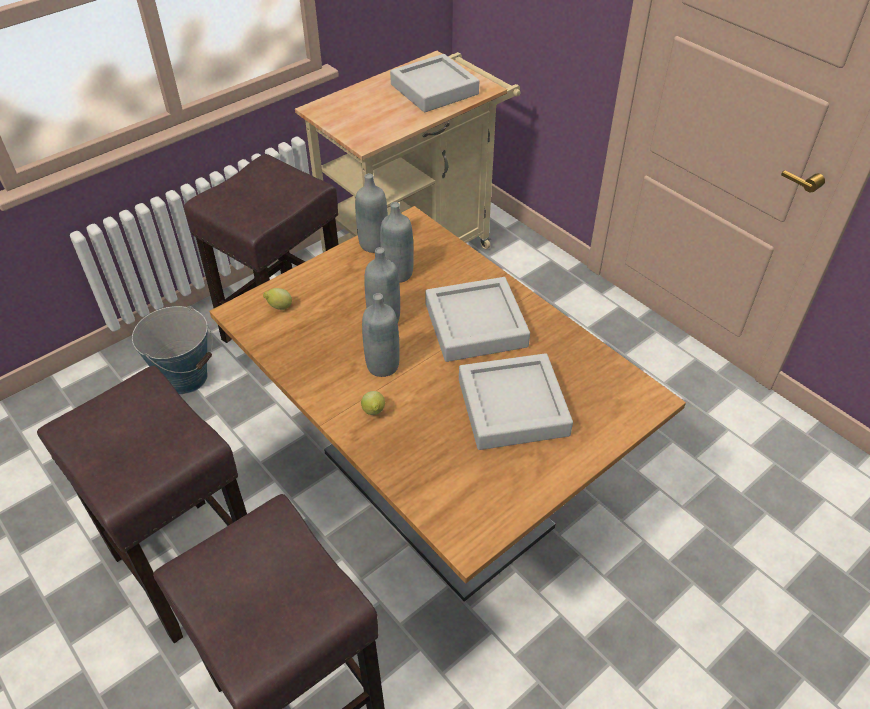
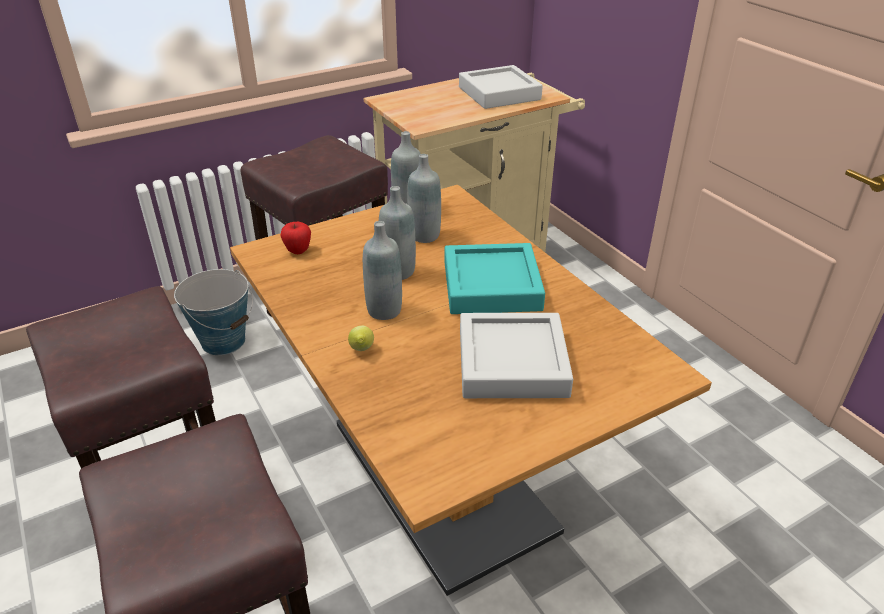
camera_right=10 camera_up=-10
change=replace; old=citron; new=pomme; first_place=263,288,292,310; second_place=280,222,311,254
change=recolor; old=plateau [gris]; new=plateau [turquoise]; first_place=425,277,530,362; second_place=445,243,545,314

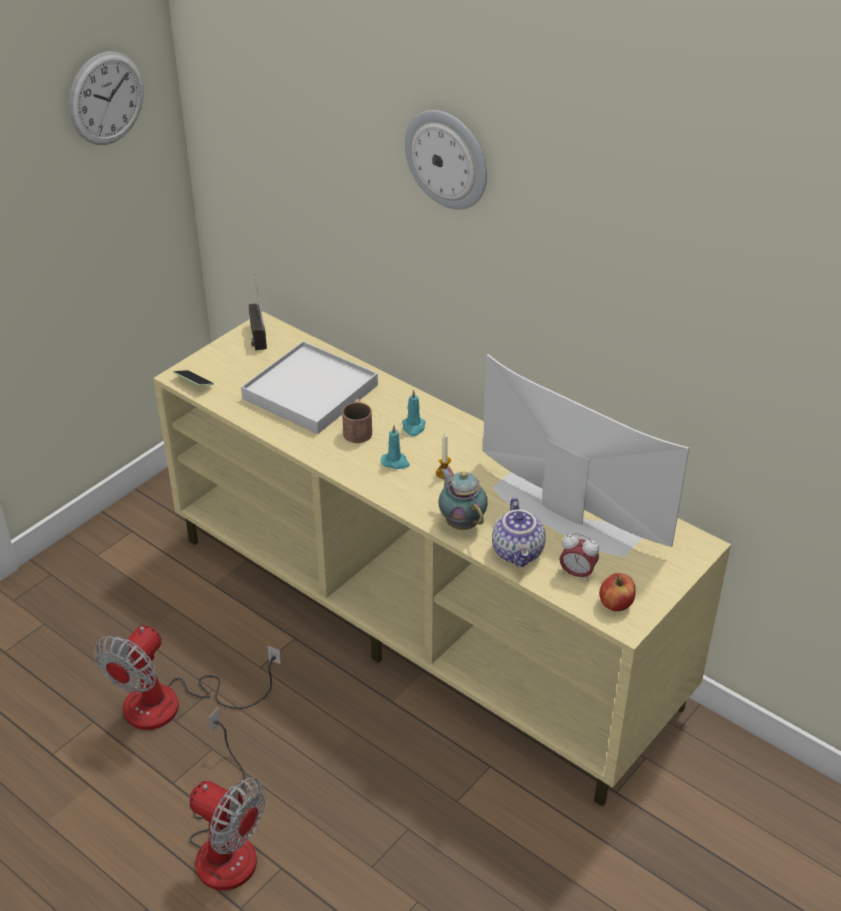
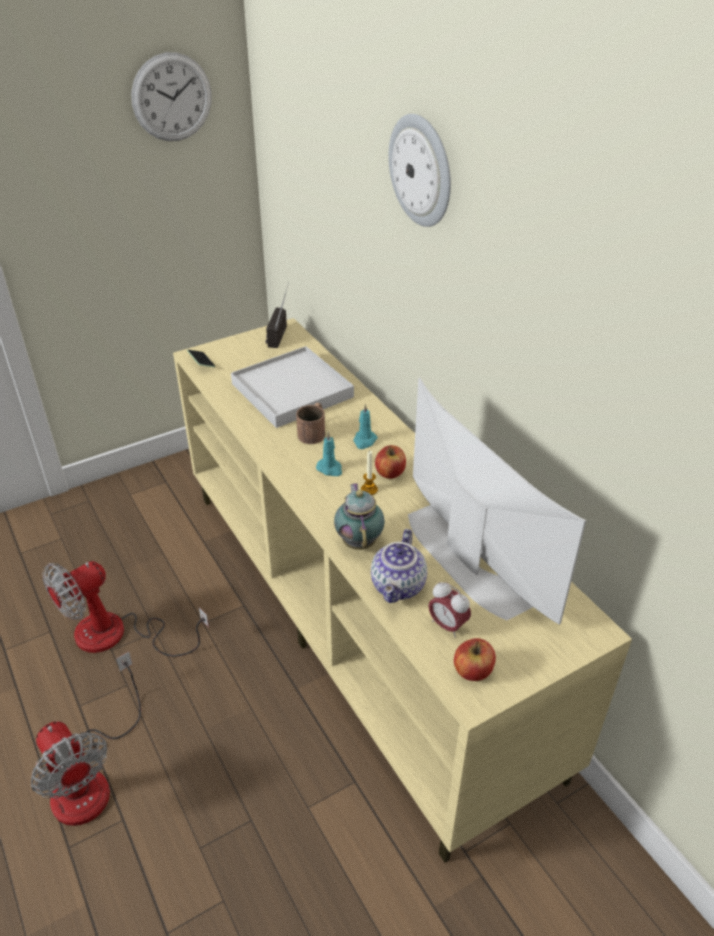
camera_right=20 camera_up=0
change=insert; new=pomme; second_place=375,445,406,479

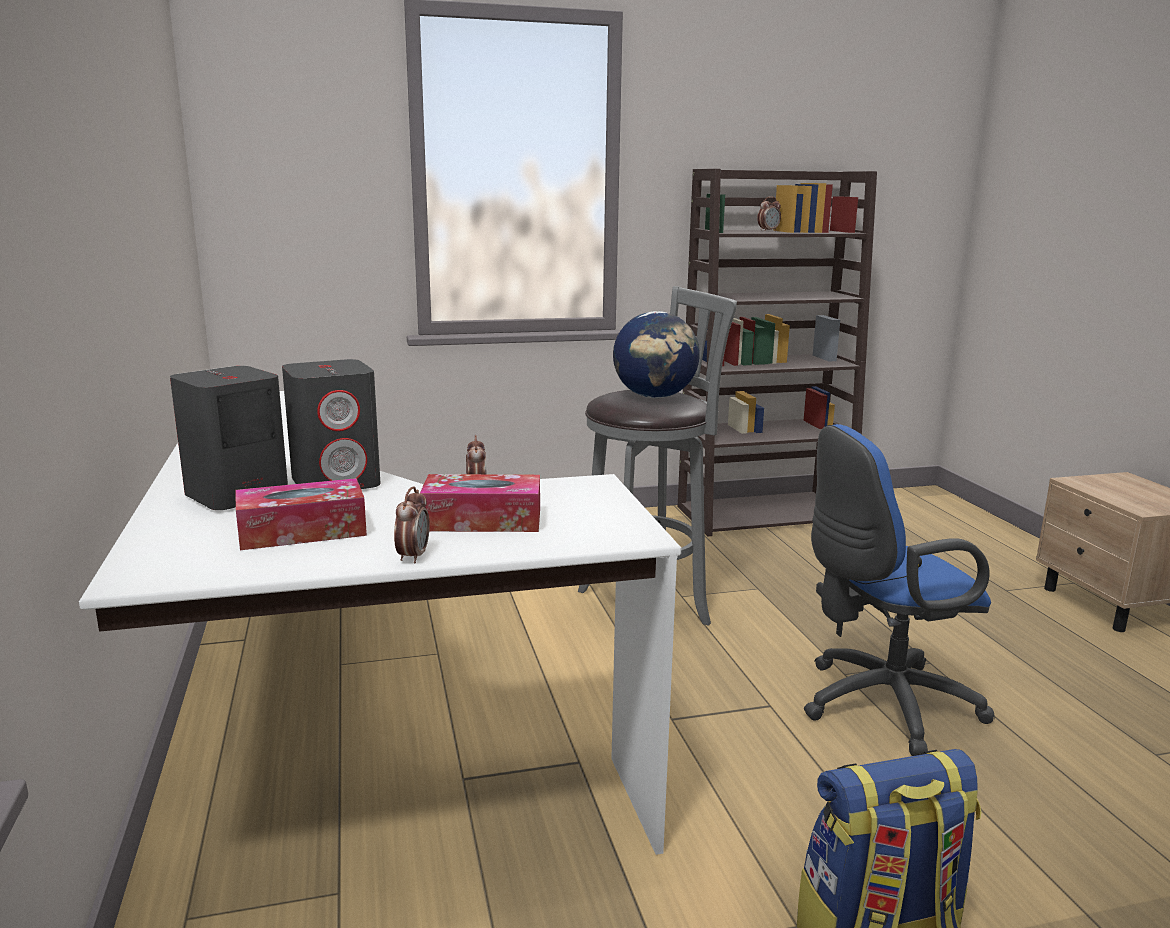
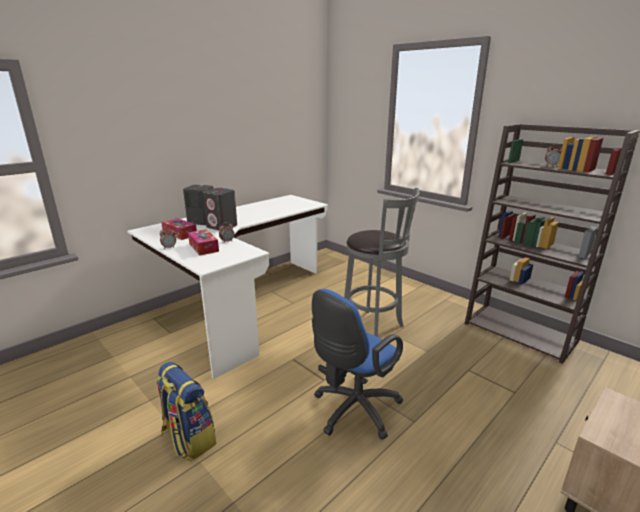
camera_right=60 camera_up=5
change=delete; old=globe; first_place=613,311,700,398
change=rotate; old=chaise de bureau [bleu]; first_place=804,424,995,756; second_place=312,289,403,440; degrees=-90

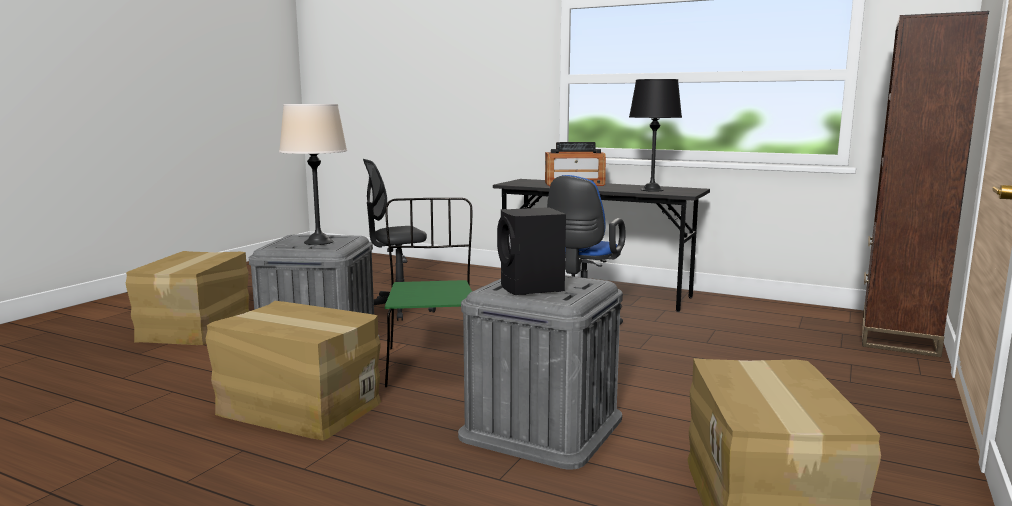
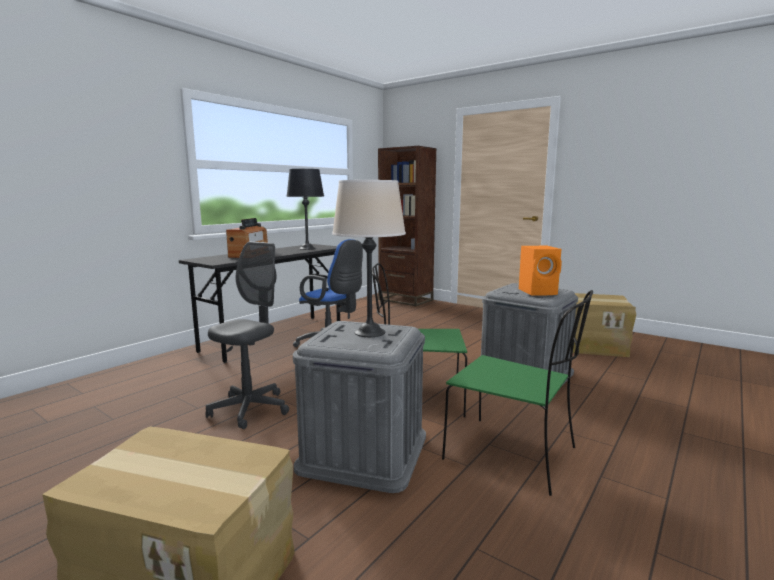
camera_right=-80 camera_up=0
change=replace; old=carton; new=chaise [vert]; first_place=206,301,381,441; second_place=442,290,593,496
change=recolor; old=enceinte [noir]; new=enceinte [orange]; first_place=497,207,566,295; second_place=519,246,562,296
change=rotate; old=chaise de bureau [gris]; first_place=363,159,436,321; second_place=205,242,289,429; degrees=-135

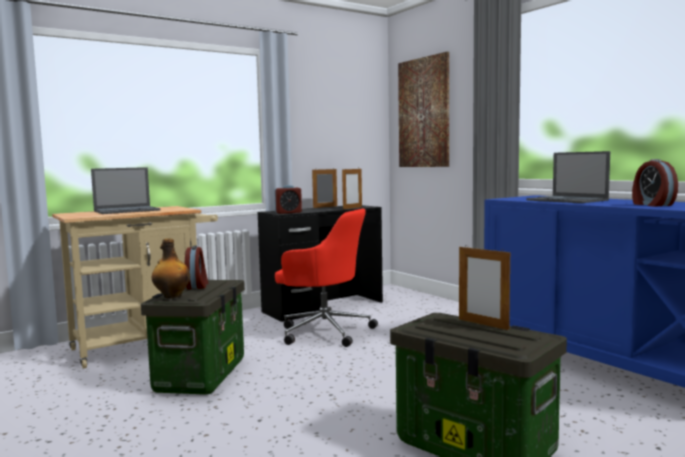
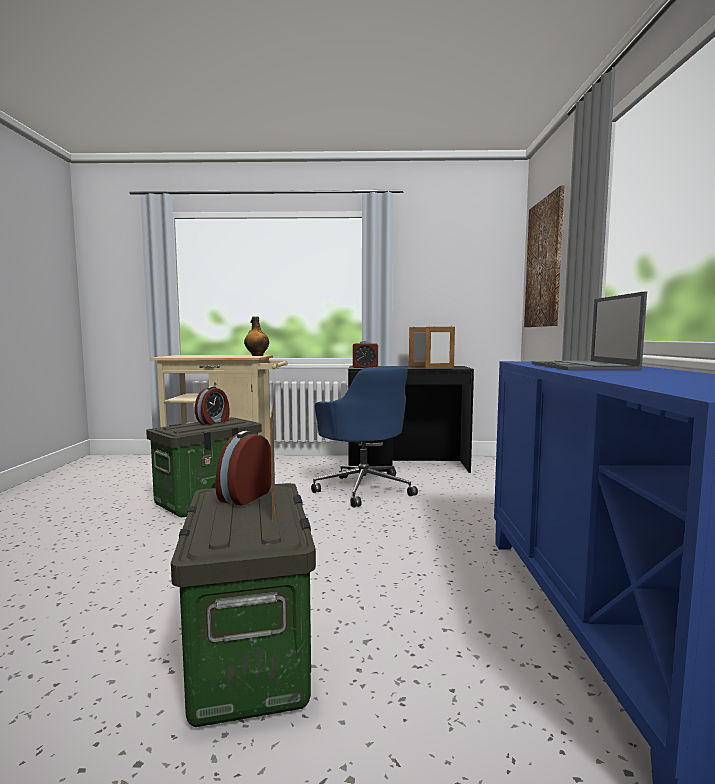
camera_right=35 camera_up=0
change=delete; old=ordinateur portable; first_place=91,167,160,214
change=move; old=bouteille; first_place=152,239,190,298; second_place=244,316,269,356
change=move; old=réveil; first_place=632,159,678,206; second_place=215,431,272,506
change=recolor; old=chaise de bureau [rouge]; new=chaise de bureau [bleu]; first_place=275,209,378,347; second_place=311,366,418,508

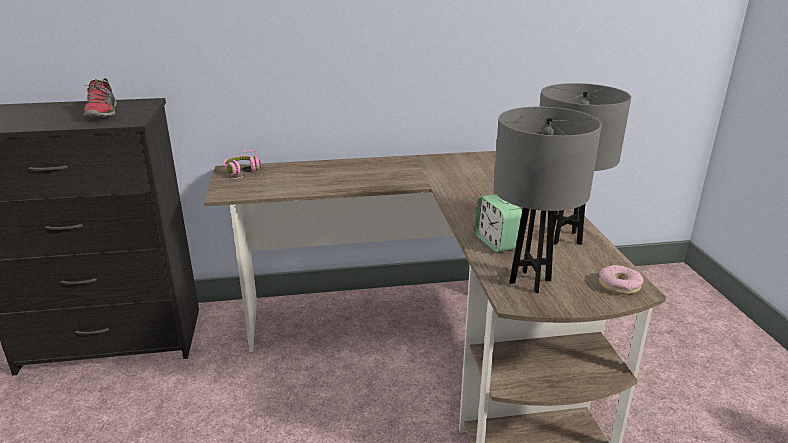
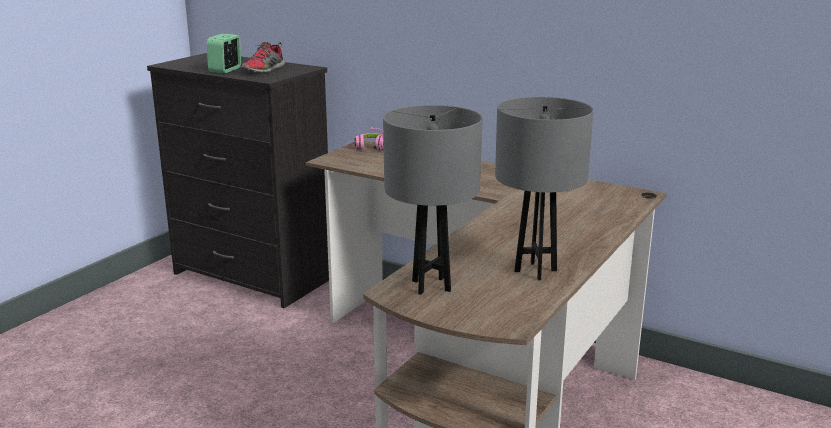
camera_right=40 camera_up=-5
change=delete; old=beignet; first_place=599,265,643,295
change=move; old=réveil; first_place=475,194,522,252; second_place=207,34,241,73

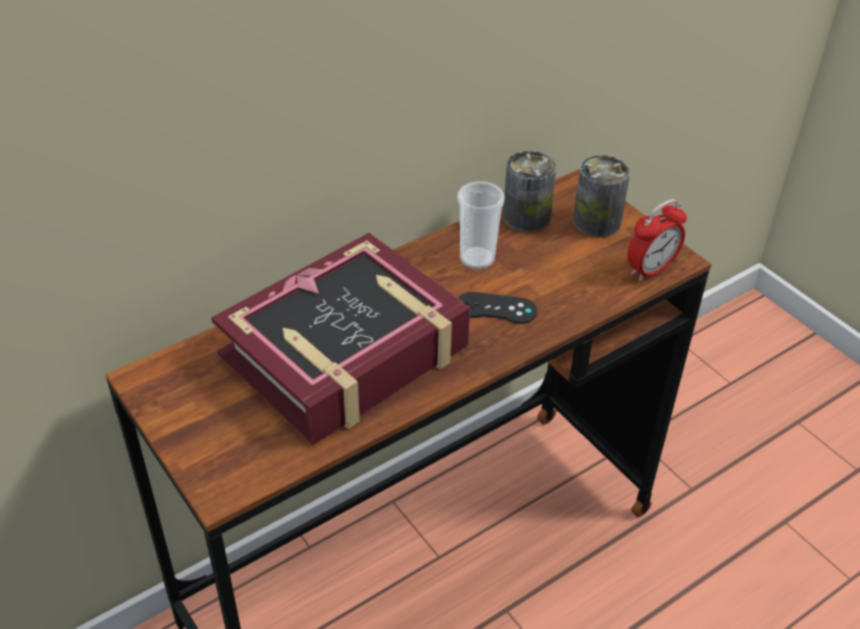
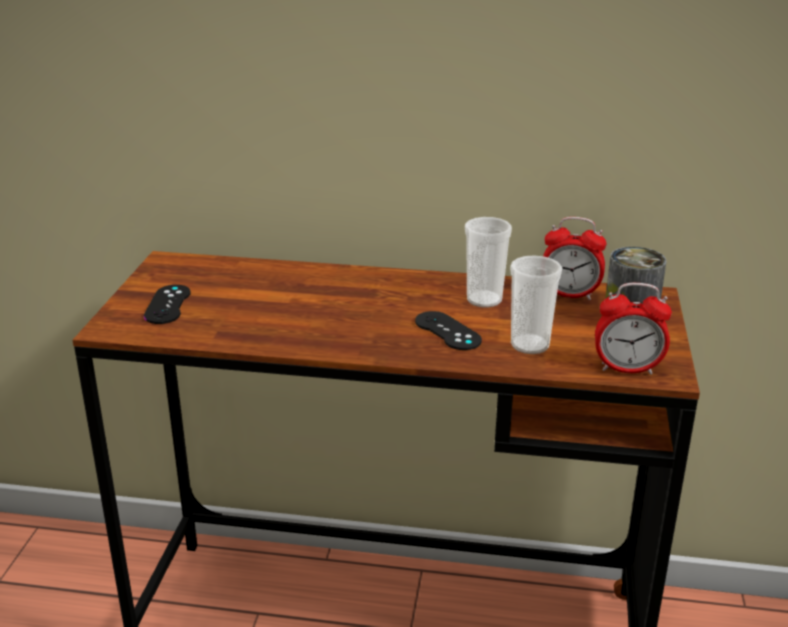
camera_right=45 camera_up=-15
change=delete; old=livre; first_place=211,233,471,445
change=insert; new=manette [noir]; second_place=144,285,191,324
change=insert; new=tasse; second_place=510,255,562,354
change=replace; old=boîte métallique; new=réveil; first_place=503,150,557,232; second_place=543,217,607,300

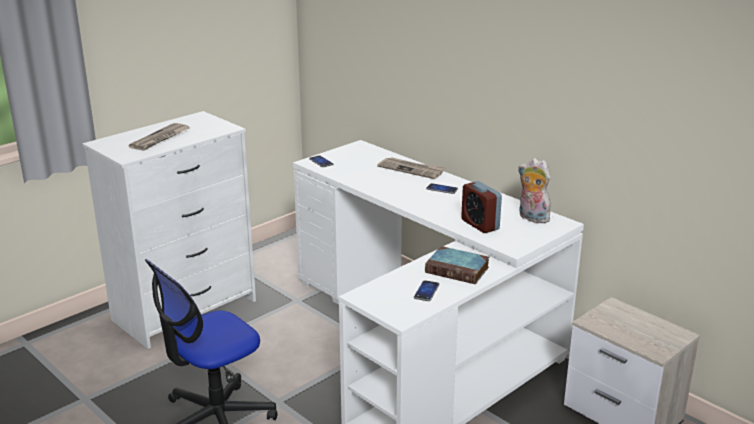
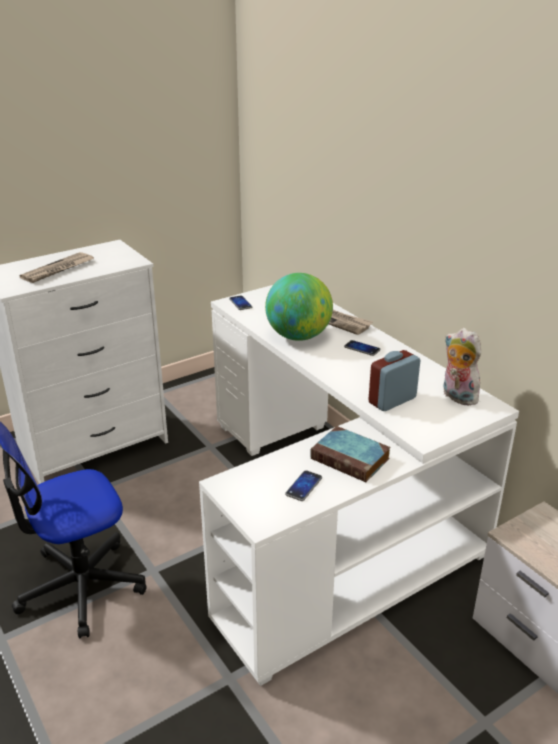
camera_right=10 camera_up=5
change=insert; new=globe; second_place=265,273,333,341
change=rotate; old=réveil; first_place=461,181,502,233; second_place=368,350,420,411; degrees=75

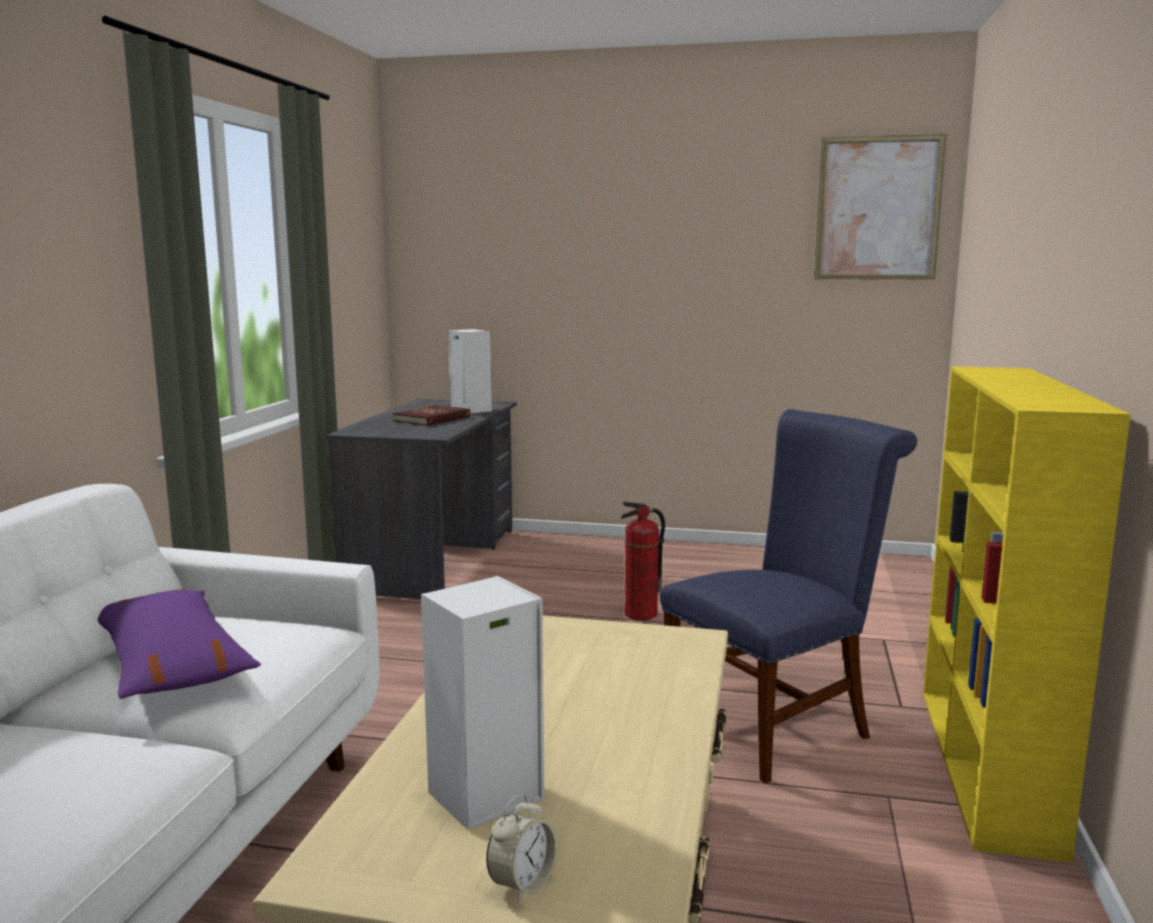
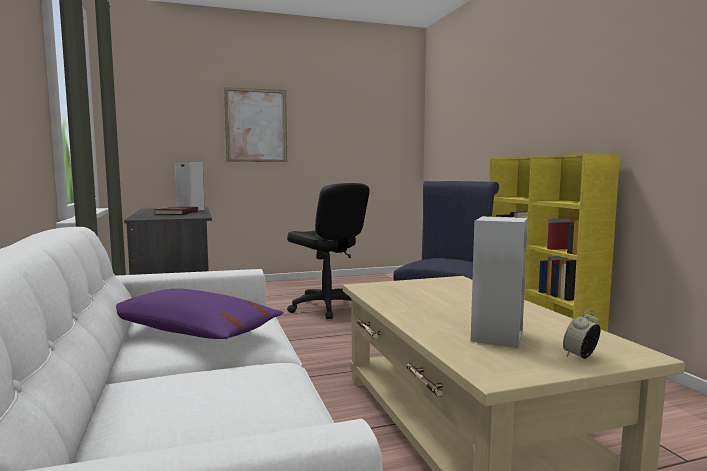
camera_right=-30 camera_up=-5
change=move; old=tableau; first_place=814,134,947,280; second_place=224,87,287,162
change=replace; old=extincteur; new=chaise de bureau [noir]; first_place=620,502,665,620; second_place=287,183,370,319
change=rotate; old=réveil; first_place=486,794,557,902; second_place=563,309,600,359; degrees=-135

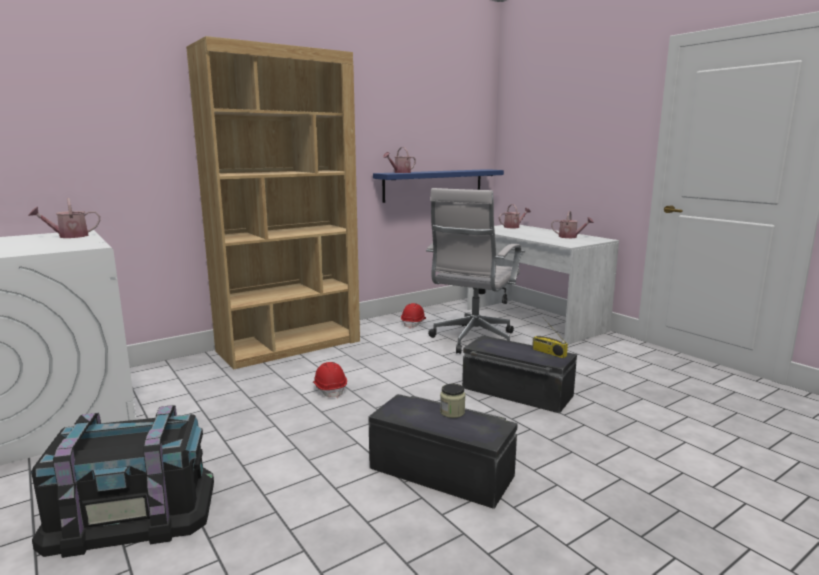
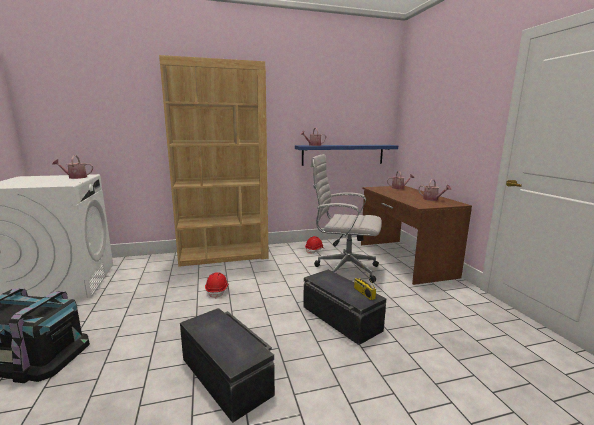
camera_right=20 camera_up=0
change=delete; old=bocal; first_place=440,384,465,418
change=recolor; old=bureau [blanc]; new=bureau [marron]; first_place=467,225,619,345; second_place=361,186,472,285
change=rotate; old=chaise de bureau [blanc]; first_place=426,188,521,354; second_place=311,154,382,283; degrees=60

